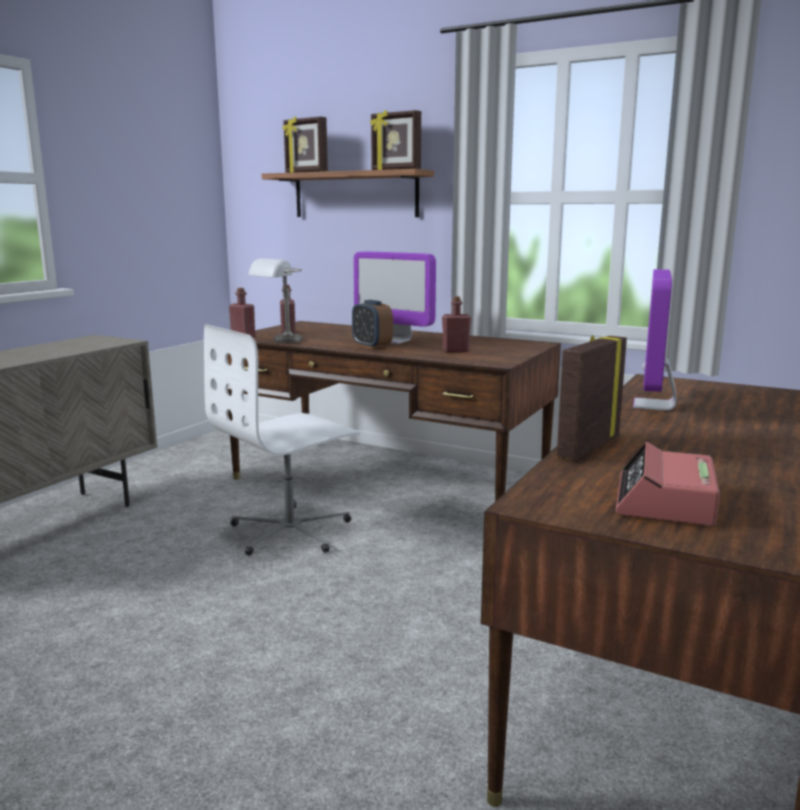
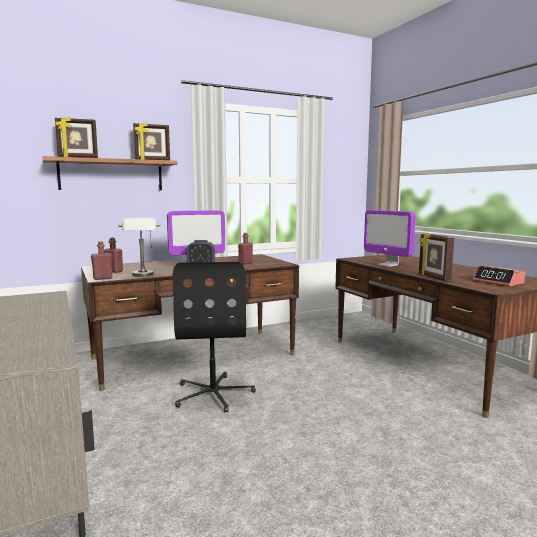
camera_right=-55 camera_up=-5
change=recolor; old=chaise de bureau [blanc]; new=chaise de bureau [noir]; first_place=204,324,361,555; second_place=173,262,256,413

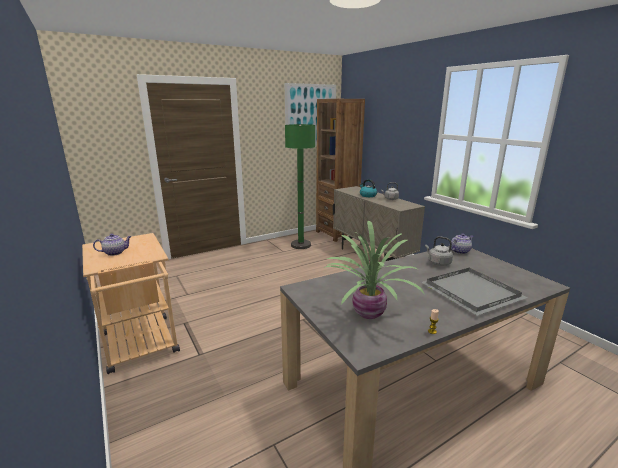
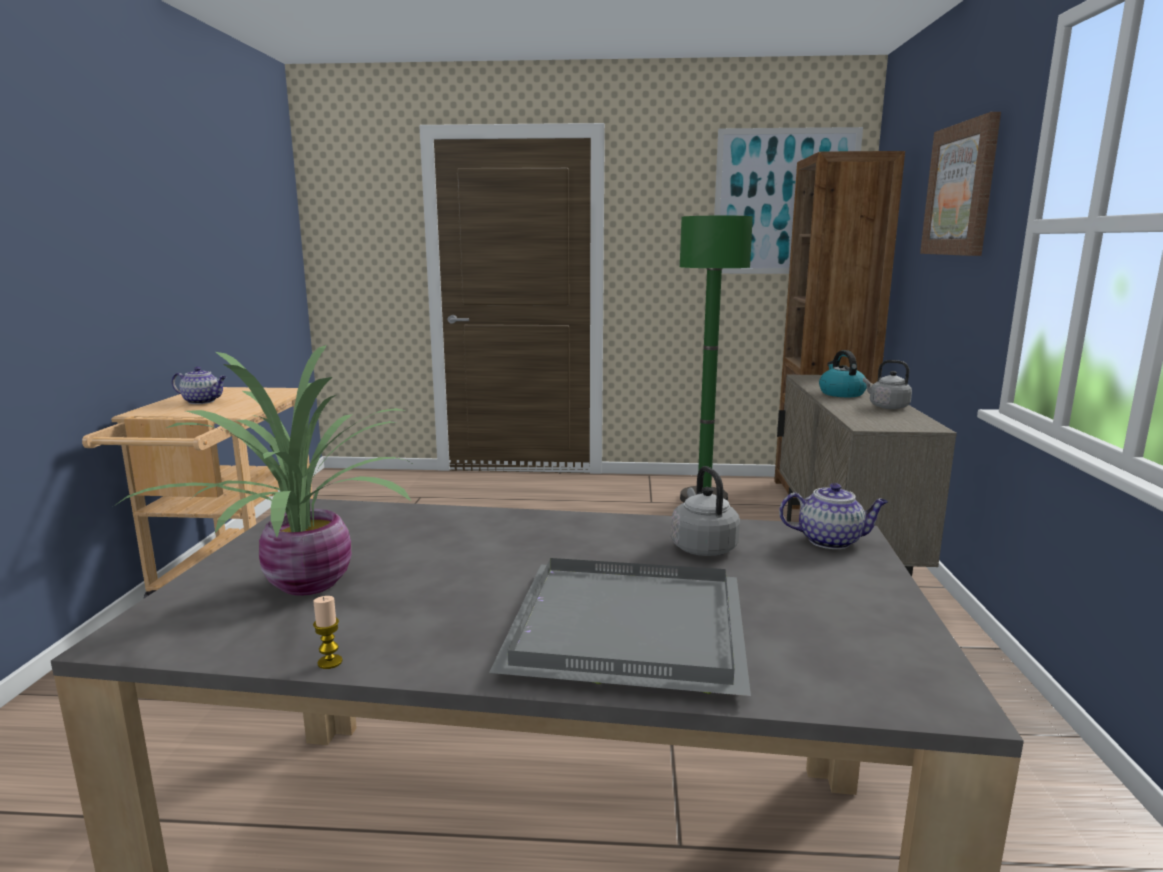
camera_right=35 camera_up=-5
change=insert; new=tableau; second_place=920,112,1001,256

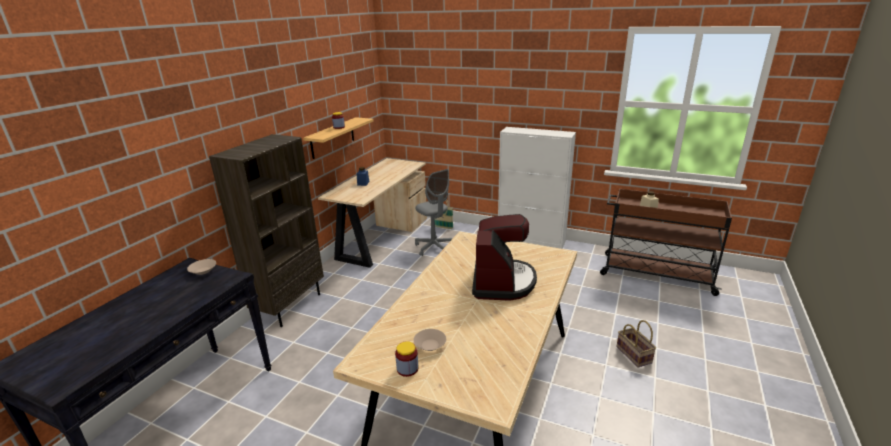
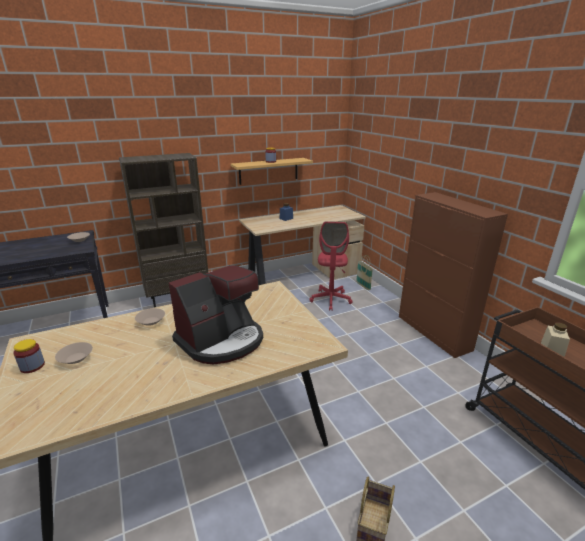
camera_right=40 camera_up=0
change=insert; new=bol [beige]; second_place=135,308,165,326
change=recolor; old=chaise de bureau [gris]; new=chaise de bureau [rouge]; first_place=415,169,452,256; second_place=309,221,353,311
change=recolor; old=meuble de rangement [blanc]; new=meuble de rangement [marron]; first_place=498,127,576,249; second_place=399,192,508,358

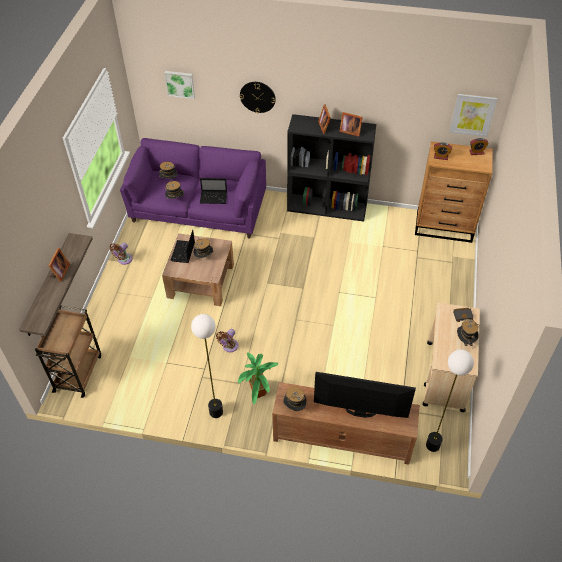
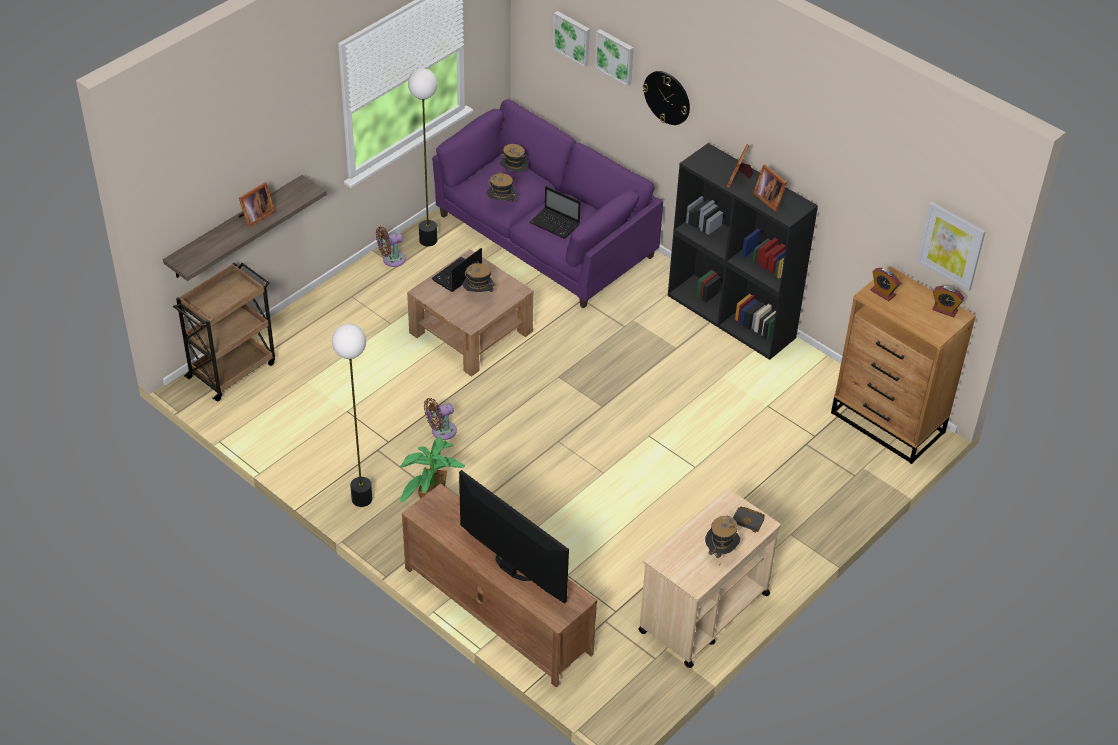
camera_right=30 camera_up=-5
change=delete; old=chapeau; first_place=283,386,307,411
change=insert; new=tableau; second_place=595,29,634,86
change=move; old=lampadaire; first_place=426,349,474,452; second_place=408,68,437,246

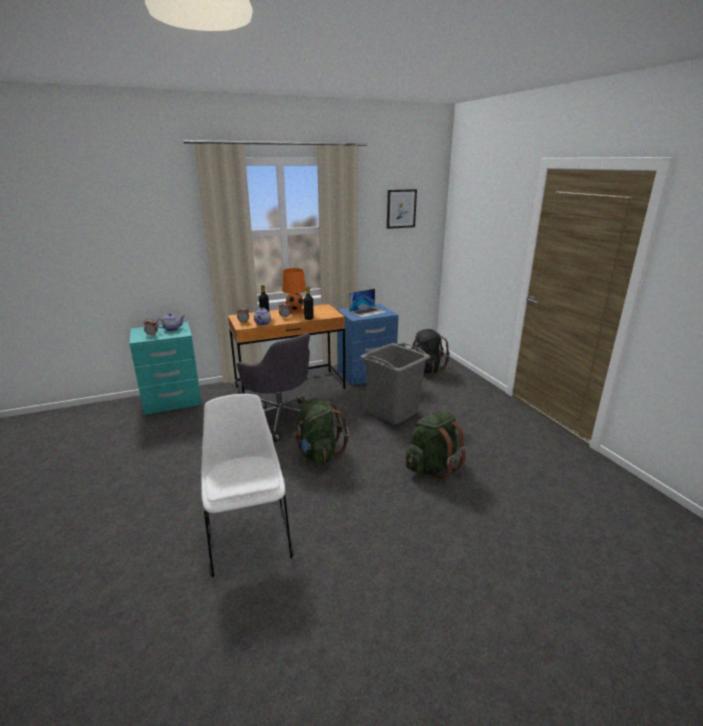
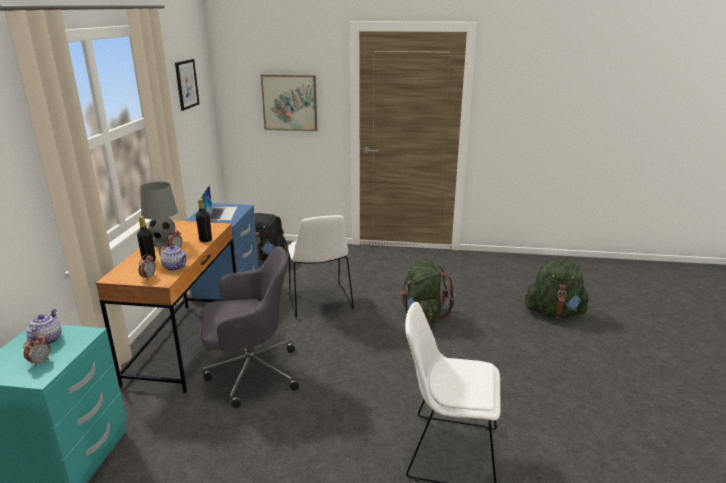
camera_right=-60 camera_up=0
change=insert; new=tableau; second_place=261,74,317,131
change=move; old=sac à dos [vert]; first_place=293,398,349,465; second_place=525,259,590,318
change=replace; old=panier à linge [gris]; new=chaise [blanc]; first_place=360,343,431,425; second_place=288,215,354,317
change=recolor; old=lampe de table [orange]; new=lampe de table [gris]; first_place=282,268,306,314; second_place=140,182,177,247

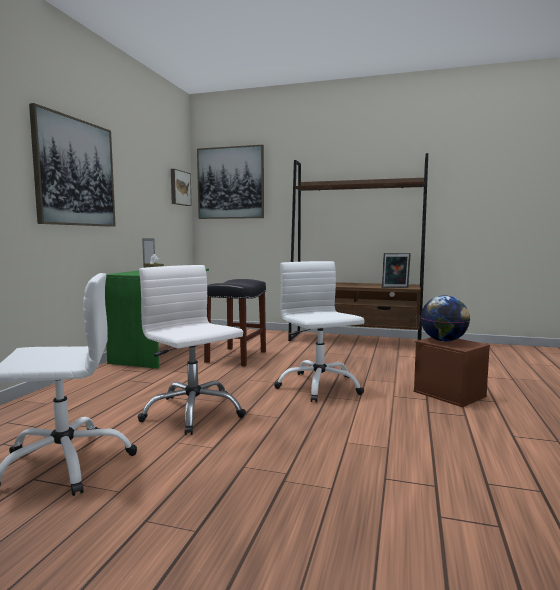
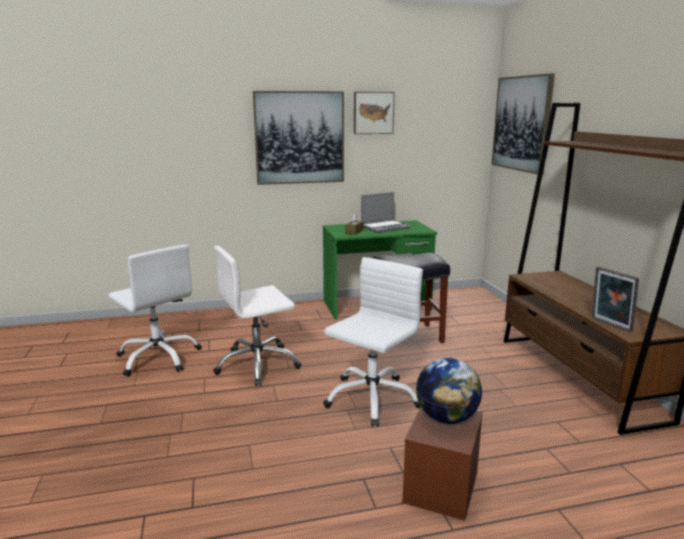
camera_right=60 camera_up=10
change=move; old=tableau; first_place=171,169,192,206; second_place=354,92,395,134
change=rotate; old=chaise de bureau [blanc]; first_place=138,265,246,435; second_place=213,246,301,386; degrees=-135

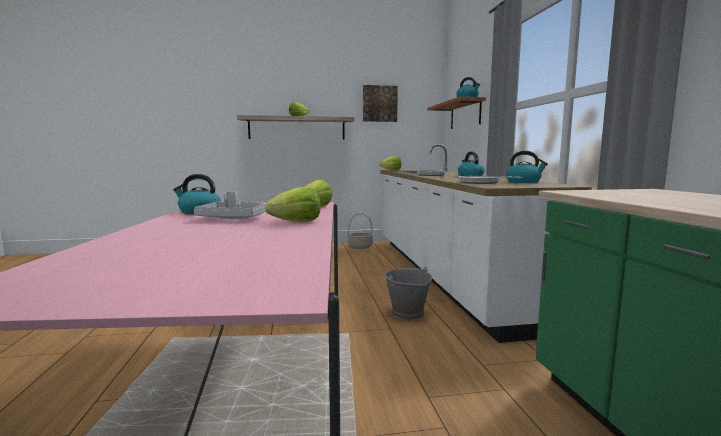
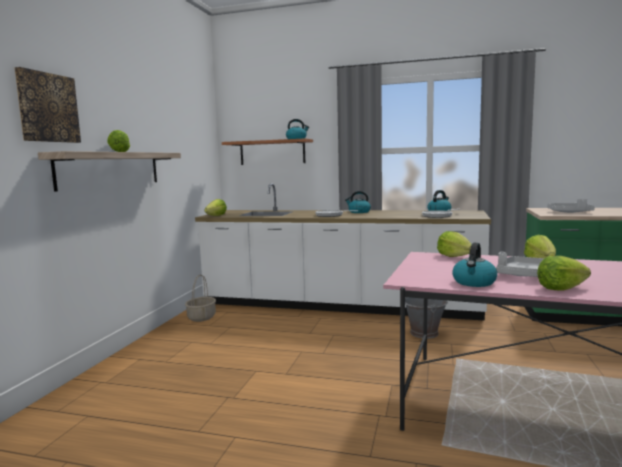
camera_right=-65 camera_up=0
change=insert; new=laitue; second_place=537,256,591,291
change=insert; new=plateau [gris]; second_place=547,199,595,213
change=move; old=tableau; first_place=363,85,398,122; second_place=14,67,81,143

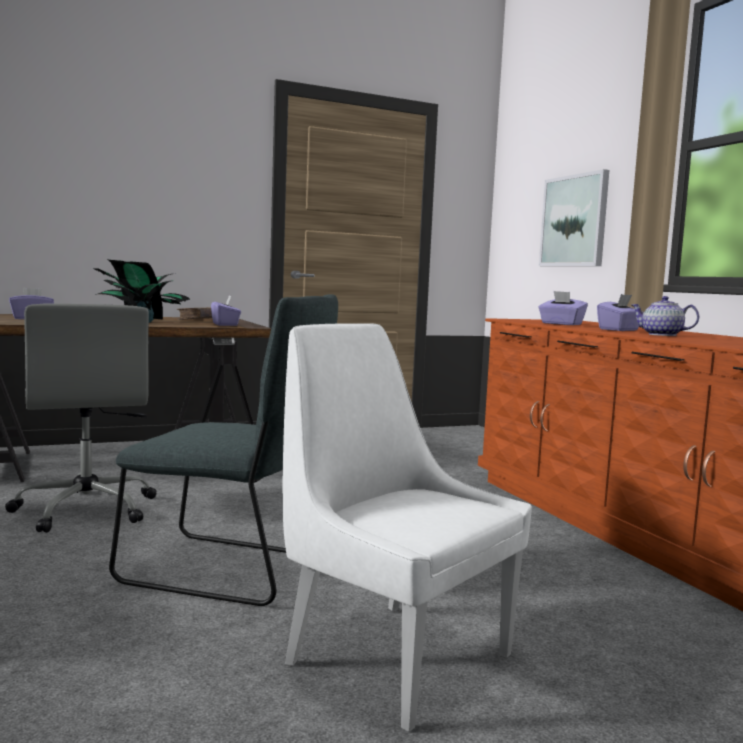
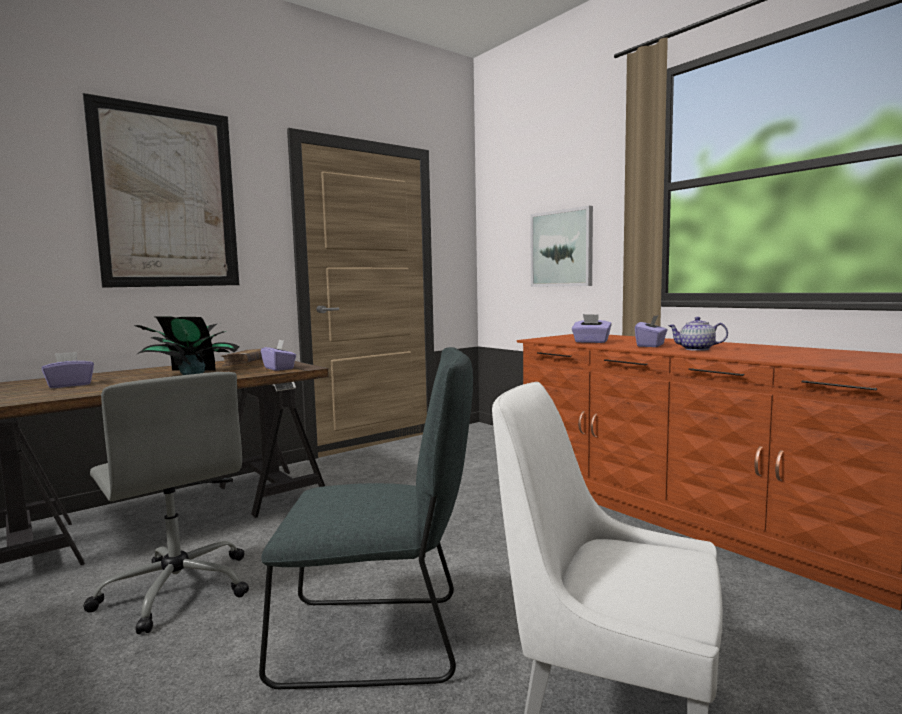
camera_right=-15 camera_up=0
change=insert; new=tableau; second_place=83,93,239,288

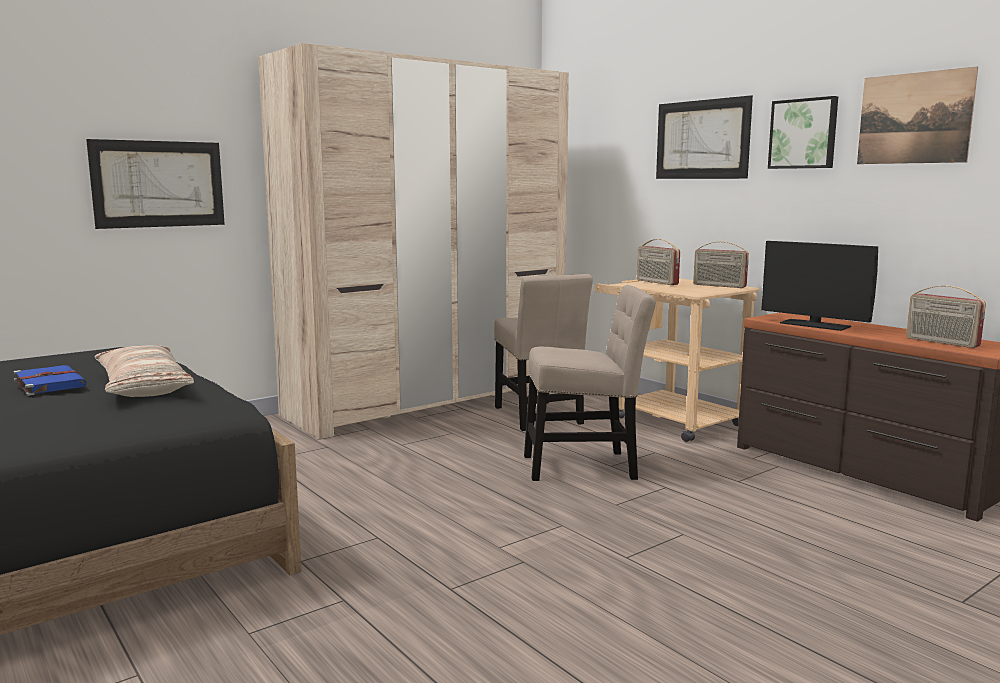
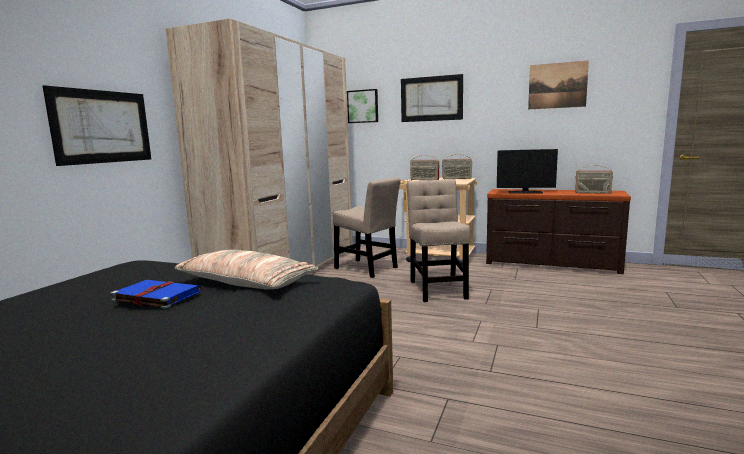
camera_right=-30 camera_up=0
change=move; old=tableau; first_place=768,96,838,169; second_place=347,89,378,123
change=rotate; old=chaise [beige]; first_place=524,285,656,481; second_place=407,180,470,302; degrees=-60

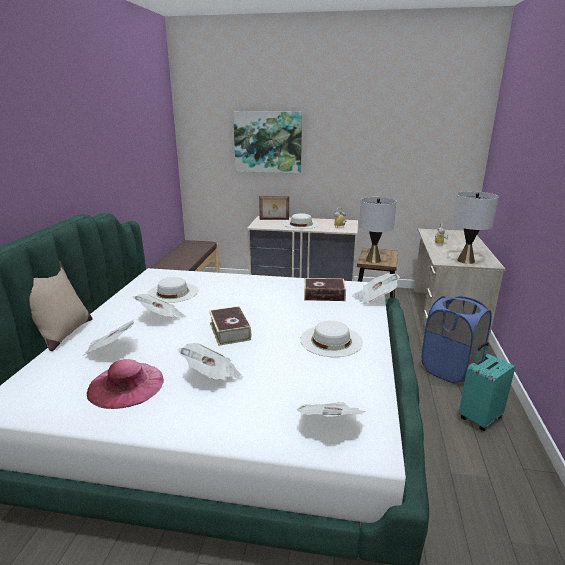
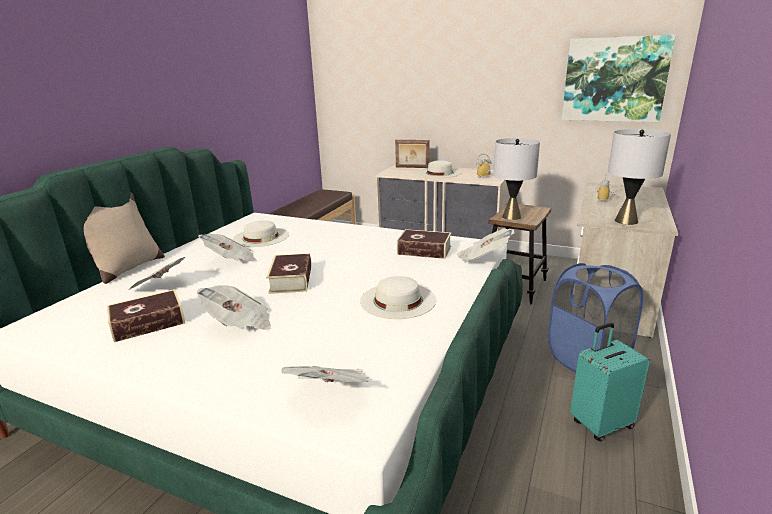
camera_right=15 camera_up=0
change=move; old=tableau; first_place=233,111,302,173; second_place=562,35,676,122
change=replace; old=chapeau [rose]; new=livre; first_place=87,359,164,409; second_place=107,289,185,342

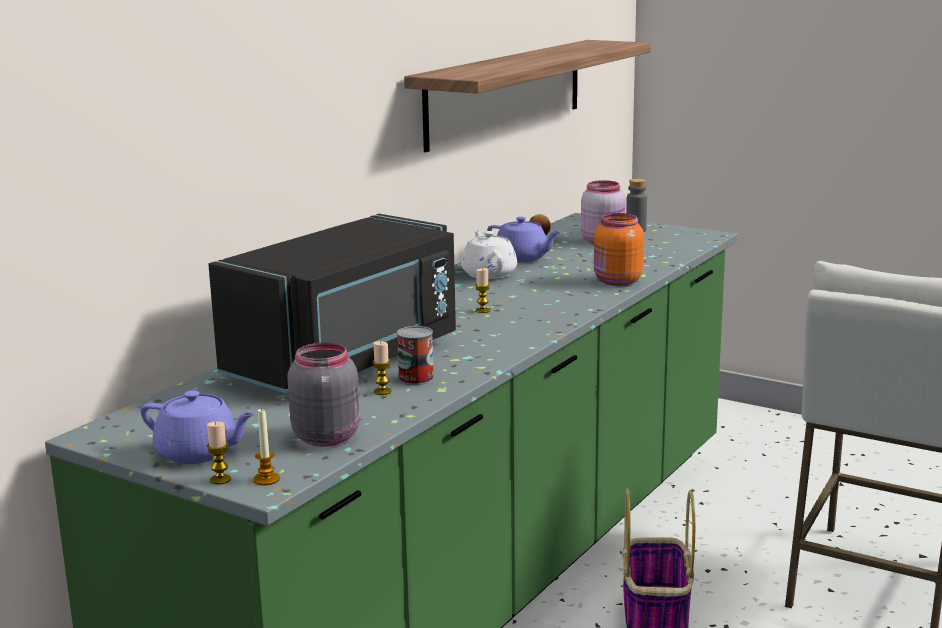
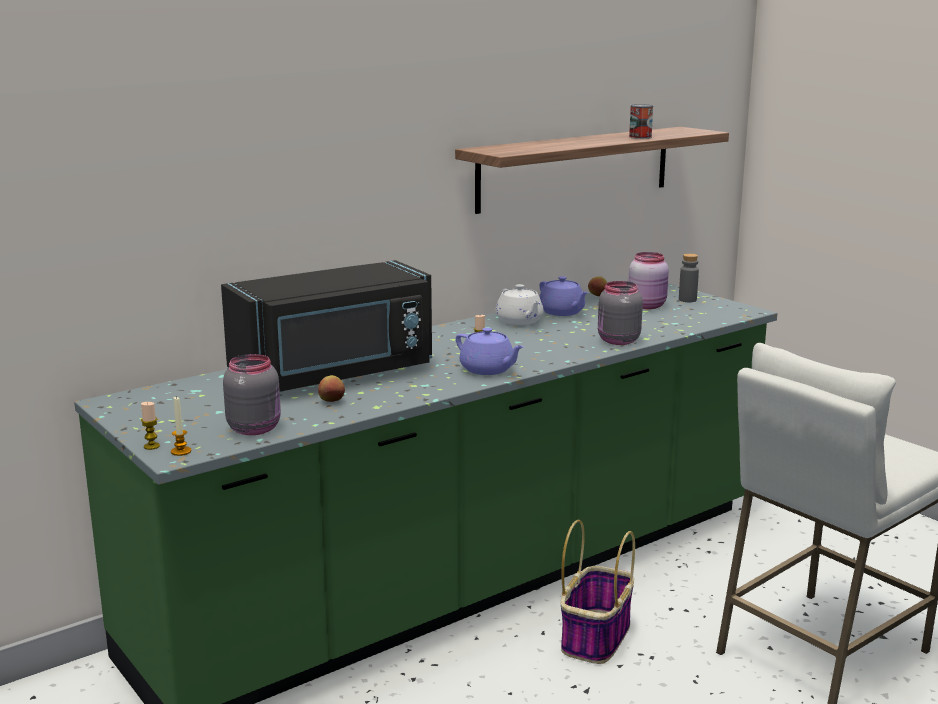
camera_right=20 camera_up=0
change=move; old=théière [violet]; first_place=140,390,255,464; second_place=456,327,524,375
change=move; old=boîte métallique; first_place=397,326,434,385; second_place=629,104,654,139
change=replace; old=bougie; new=pomme; first_place=372,341,392,395; second_place=318,375,345,402
change=recolor; old=bocal [orange]; new=bocal [gris]; first_place=594,213,644,286; second_place=598,281,643,345
change=rotate; old=théière [blanc]; first_place=461,230,517,279; second_place=495,284,543,325; degrees=150

